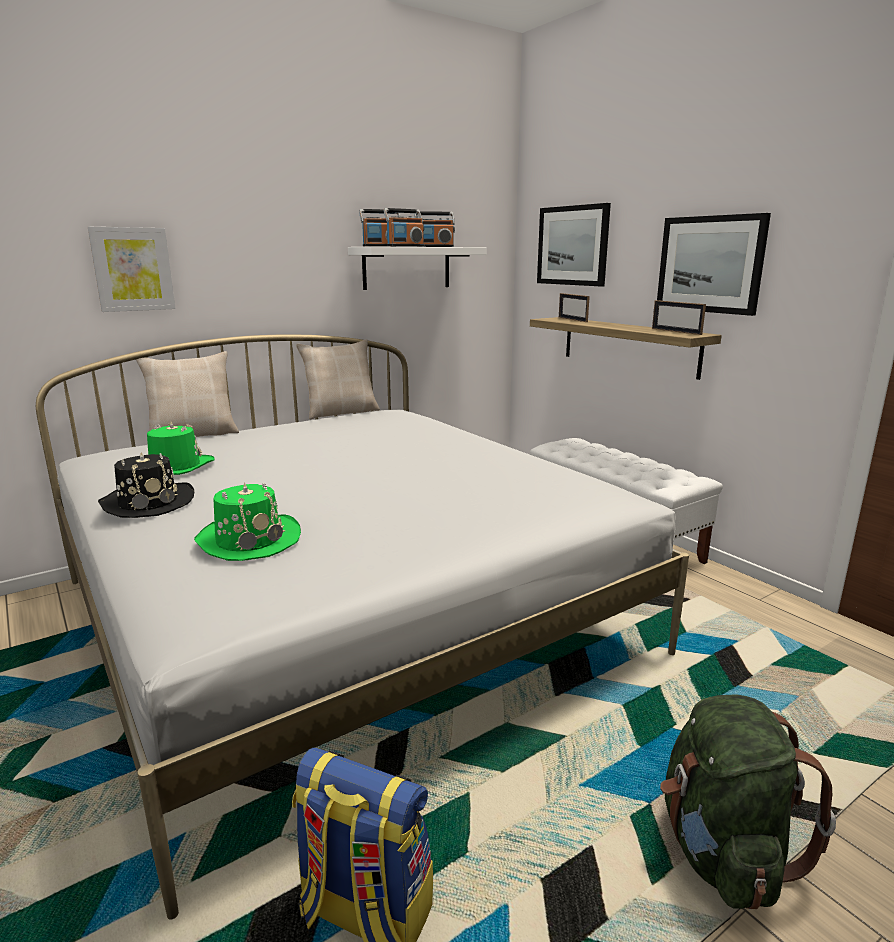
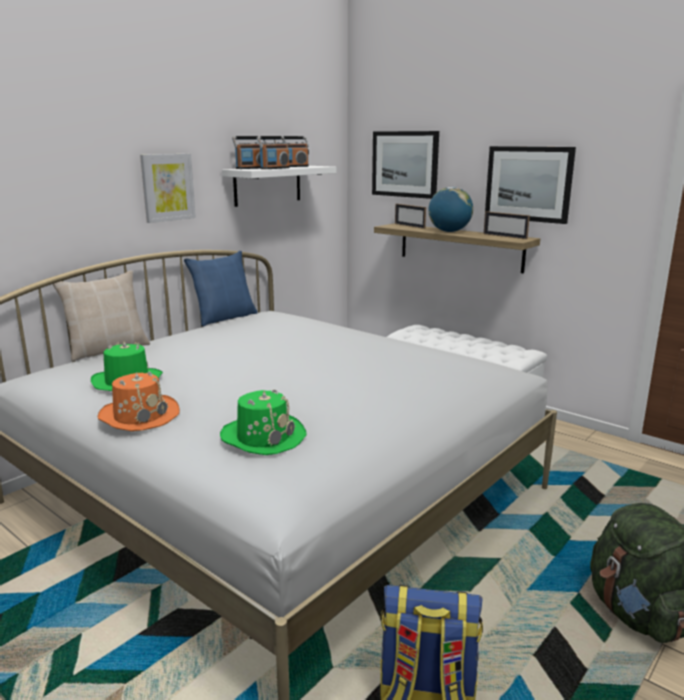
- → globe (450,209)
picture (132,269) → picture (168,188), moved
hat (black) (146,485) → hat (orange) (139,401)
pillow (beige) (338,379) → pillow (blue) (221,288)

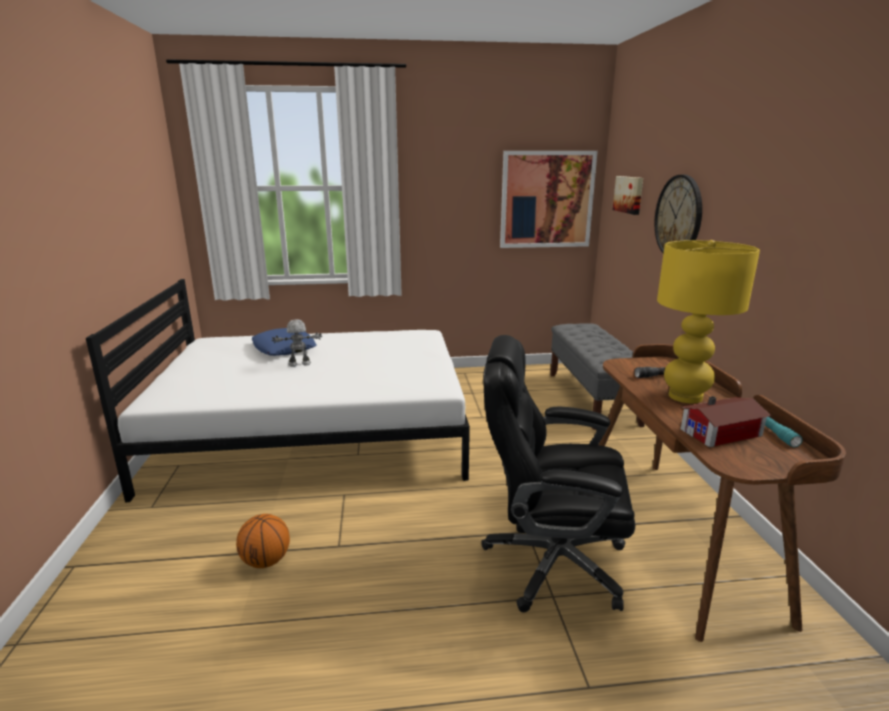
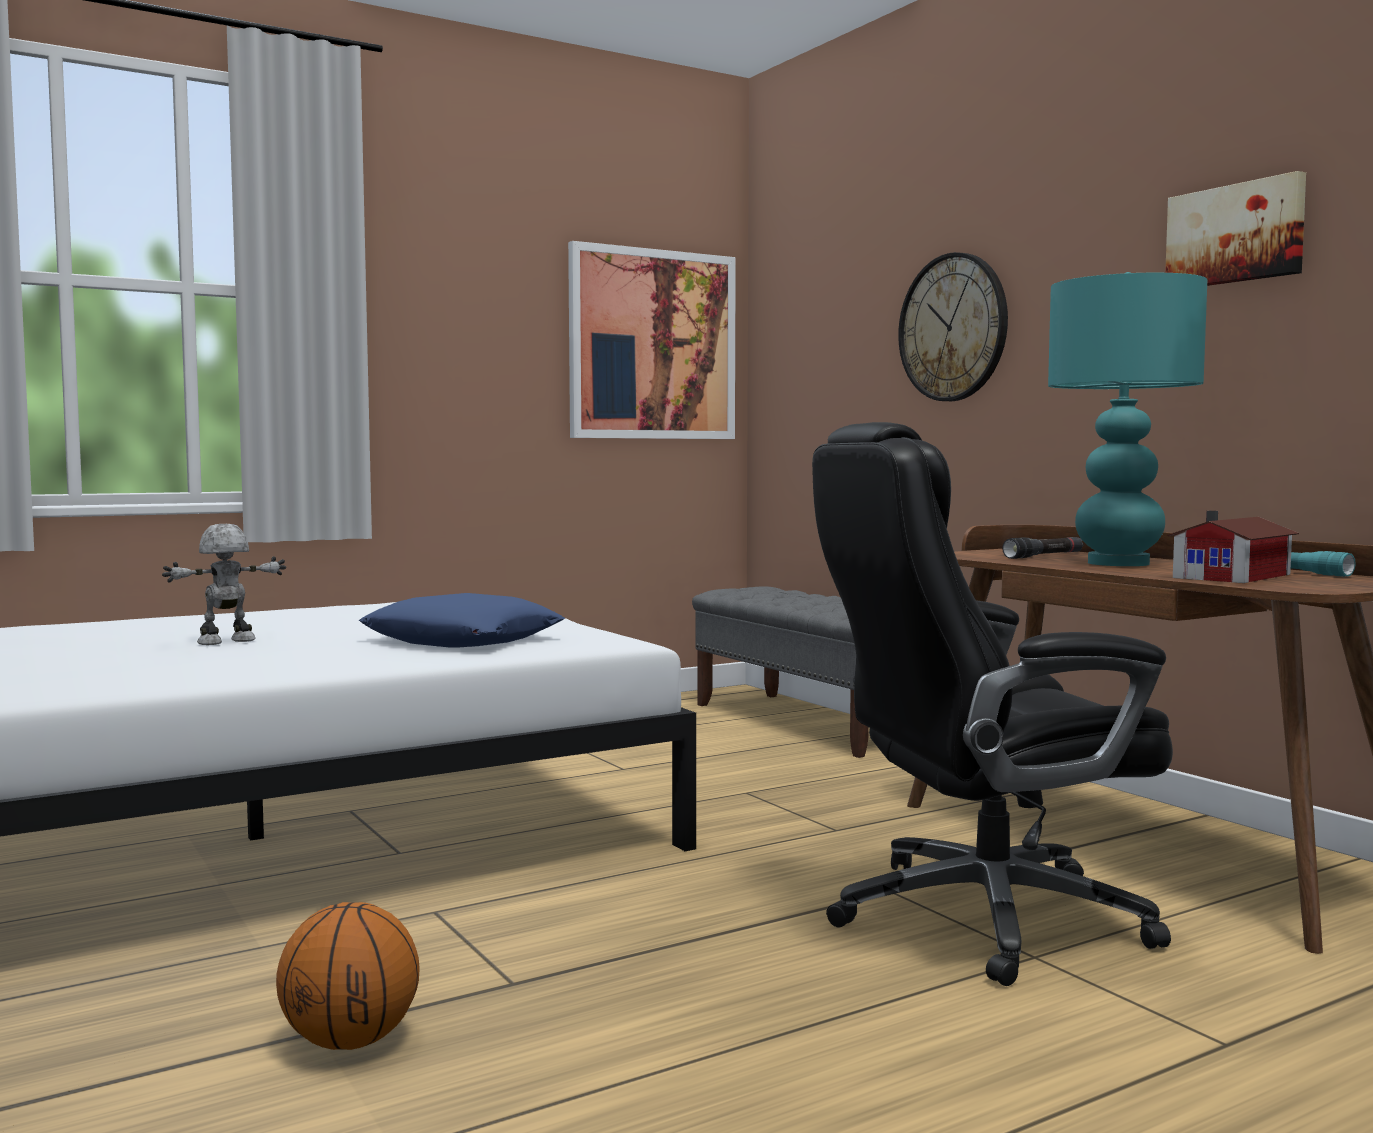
pillow (blue) (284,342) → pillow (blue) (462,620), moved
picture (628,195) → picture (1235,228), moved
table lamp (yellow) (708,321) → table lamp (turquoise) (1128,419)

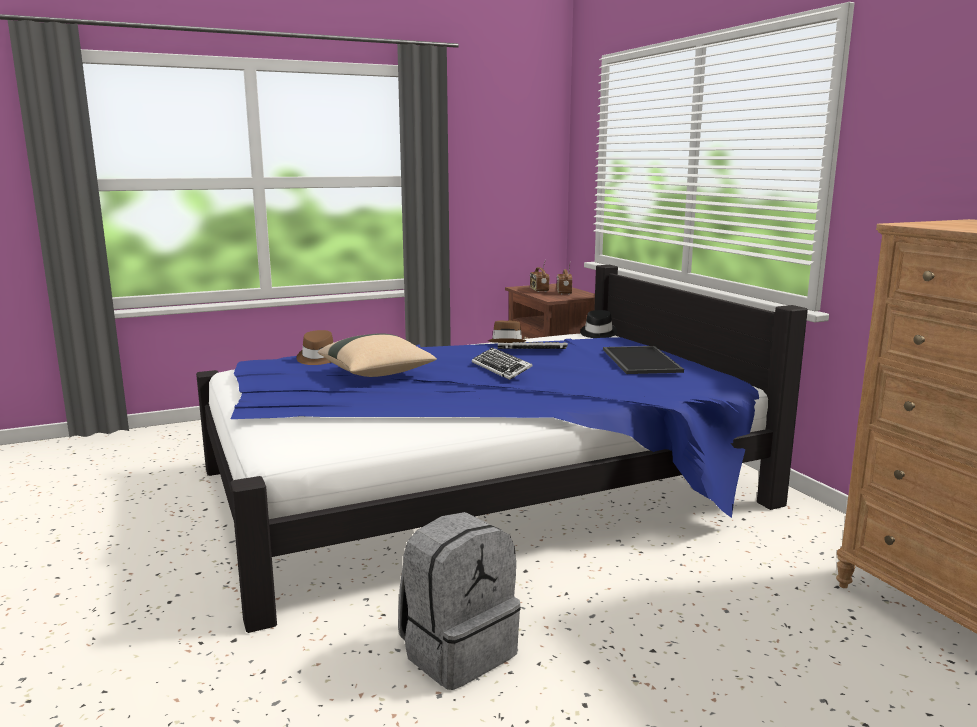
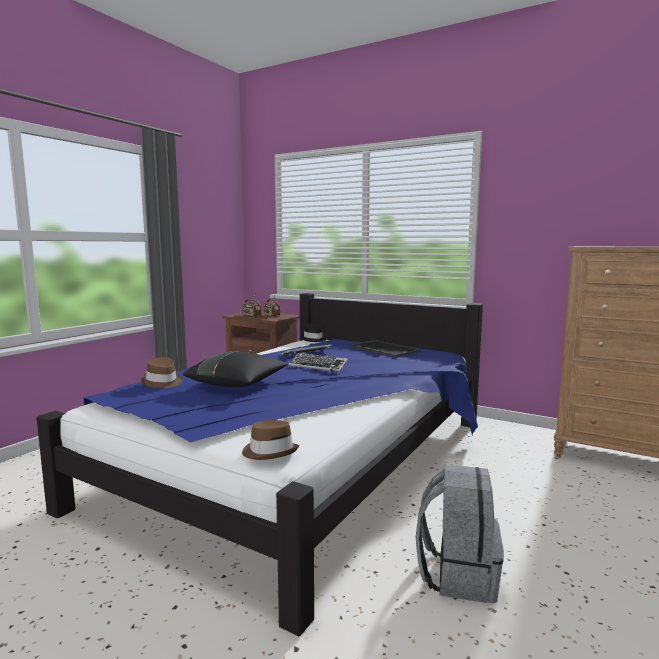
hat (brown) (507,331) → hat (brown) (270,440), moved
pillow (beige) (377,355) → pillow (black) (235,369)

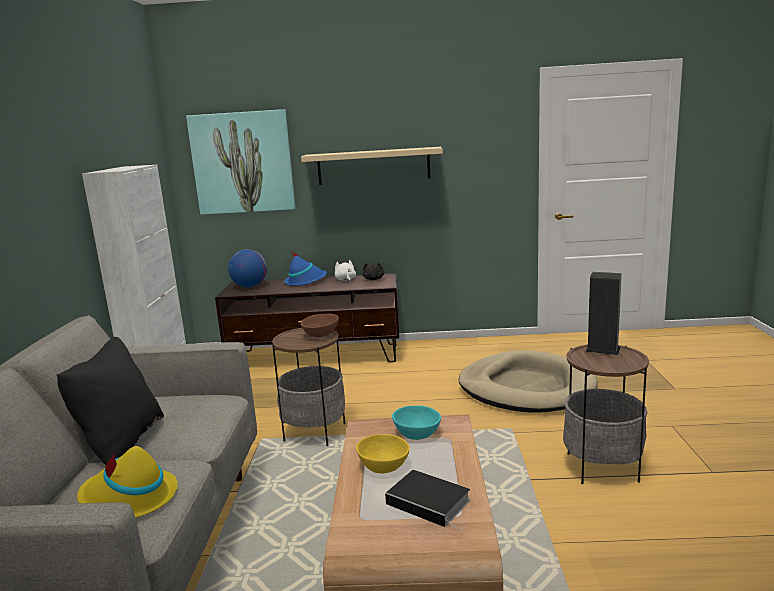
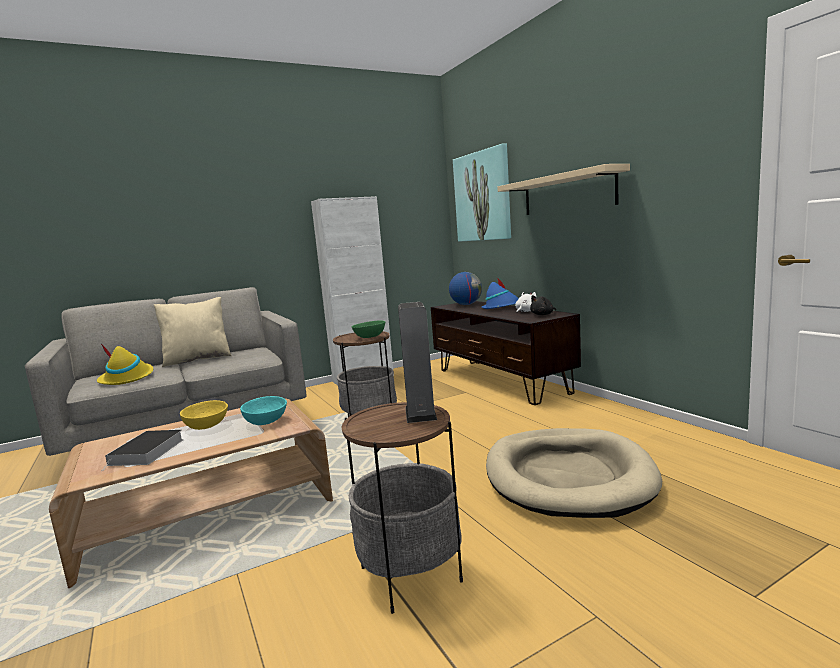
pillow (black) (110,401) → pillow (beige) (192,332)
bowl (brown) (320,325) → bowl (green) (368,329)

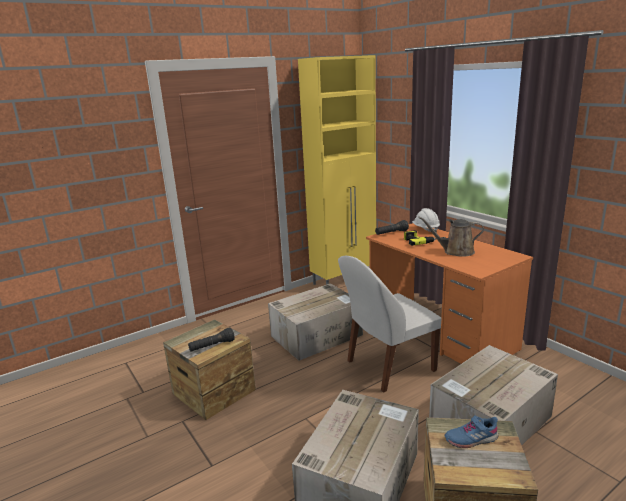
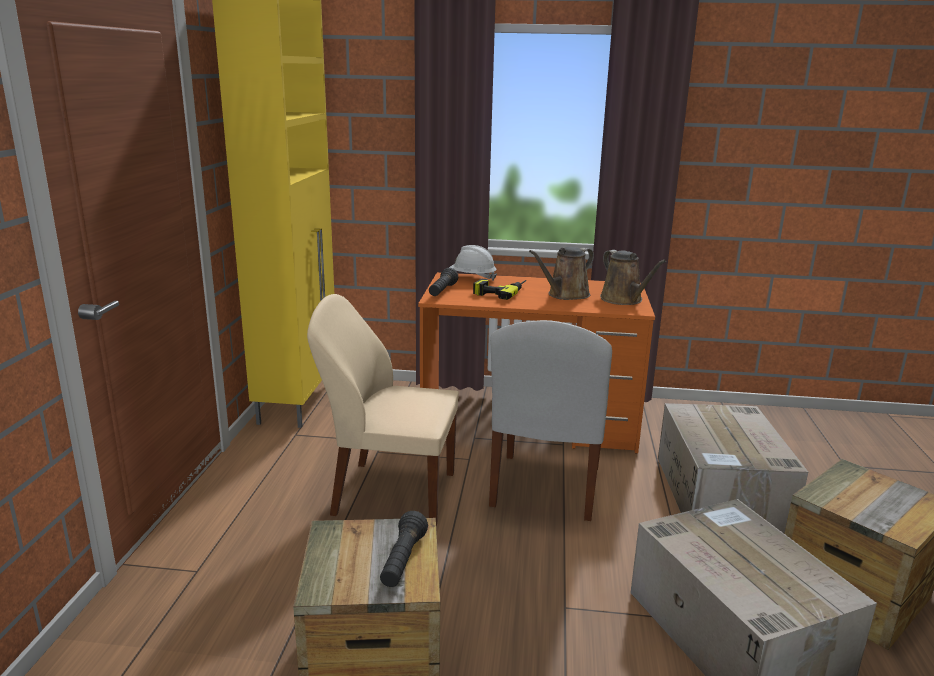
shoe (blue) (471,431) → -
- → watering can (brown) (633,277)
cardboard box (315,322) → chair (beige) (383,410)

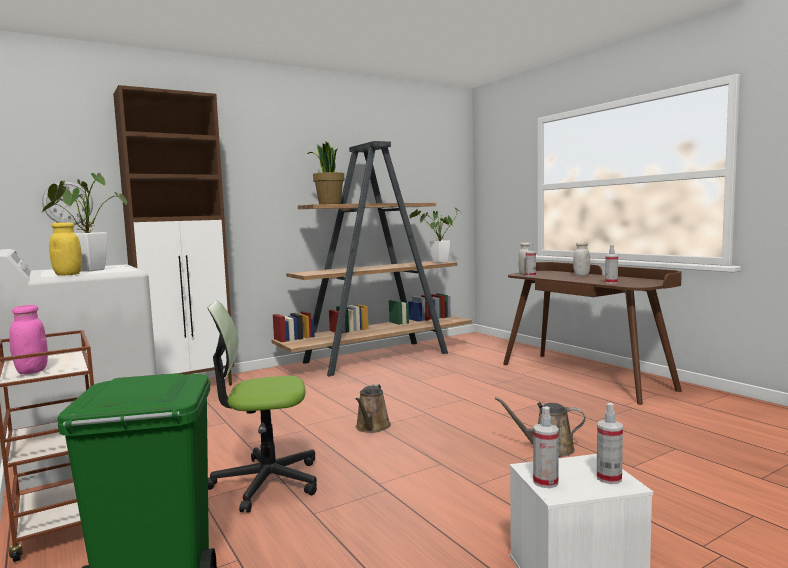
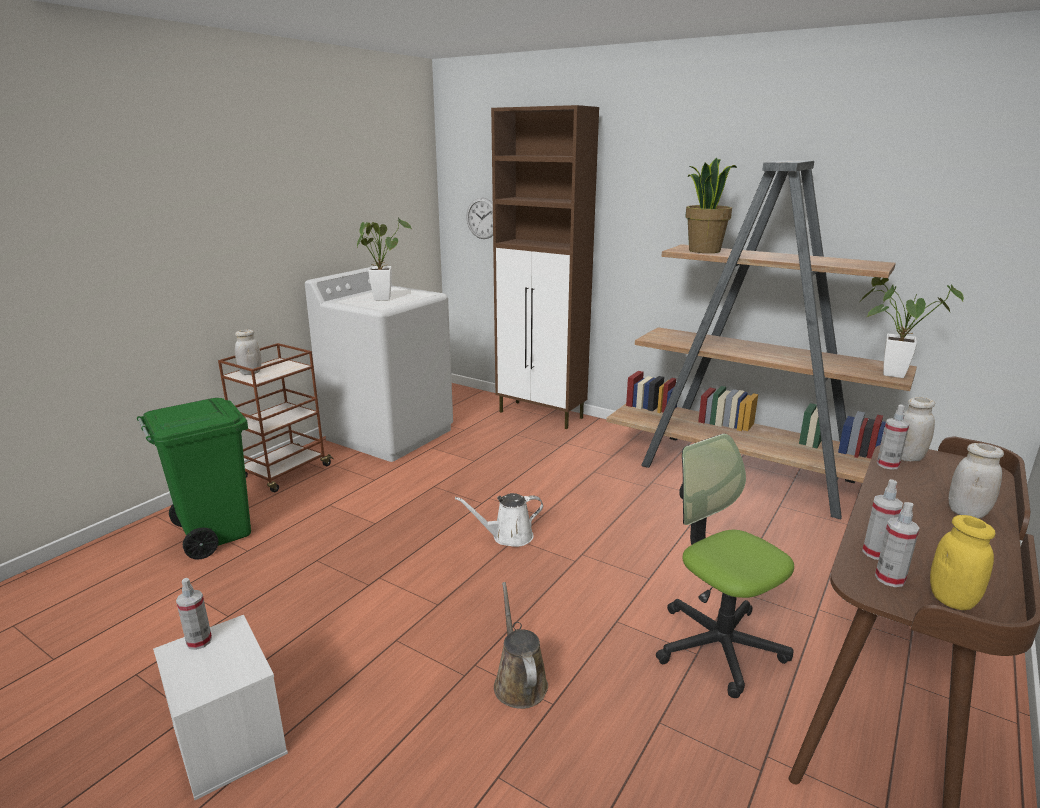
jar (yellow) (65,249) → jar (yellow) (962,562), moved
office chair (262,407) → office chair (725,565), moved
spray bottle (610,443) → spray bottle (897,544), moved
jar (pink) (28,339) → jar (white) (248,352)
watering can (brown) (373,408) → watering can (white) (499,520)

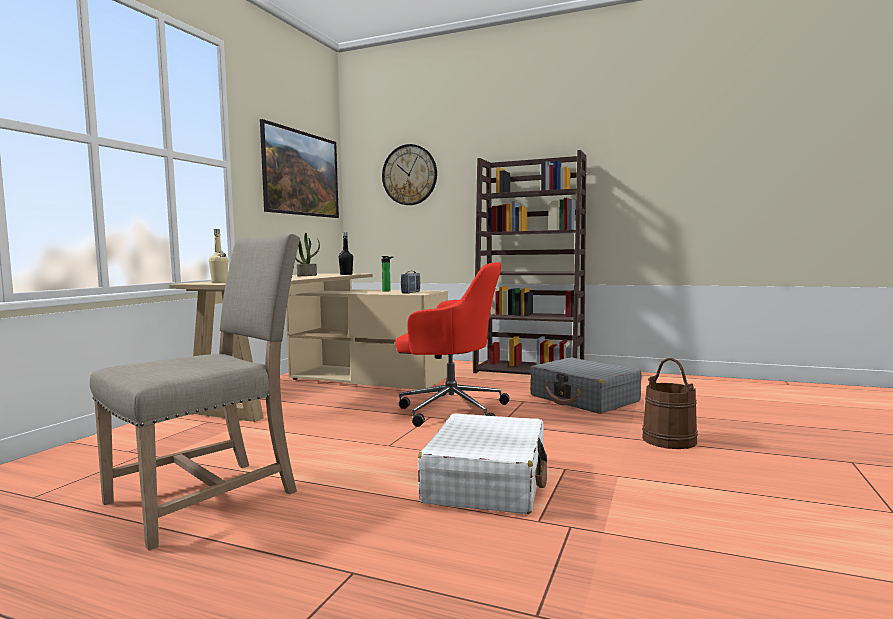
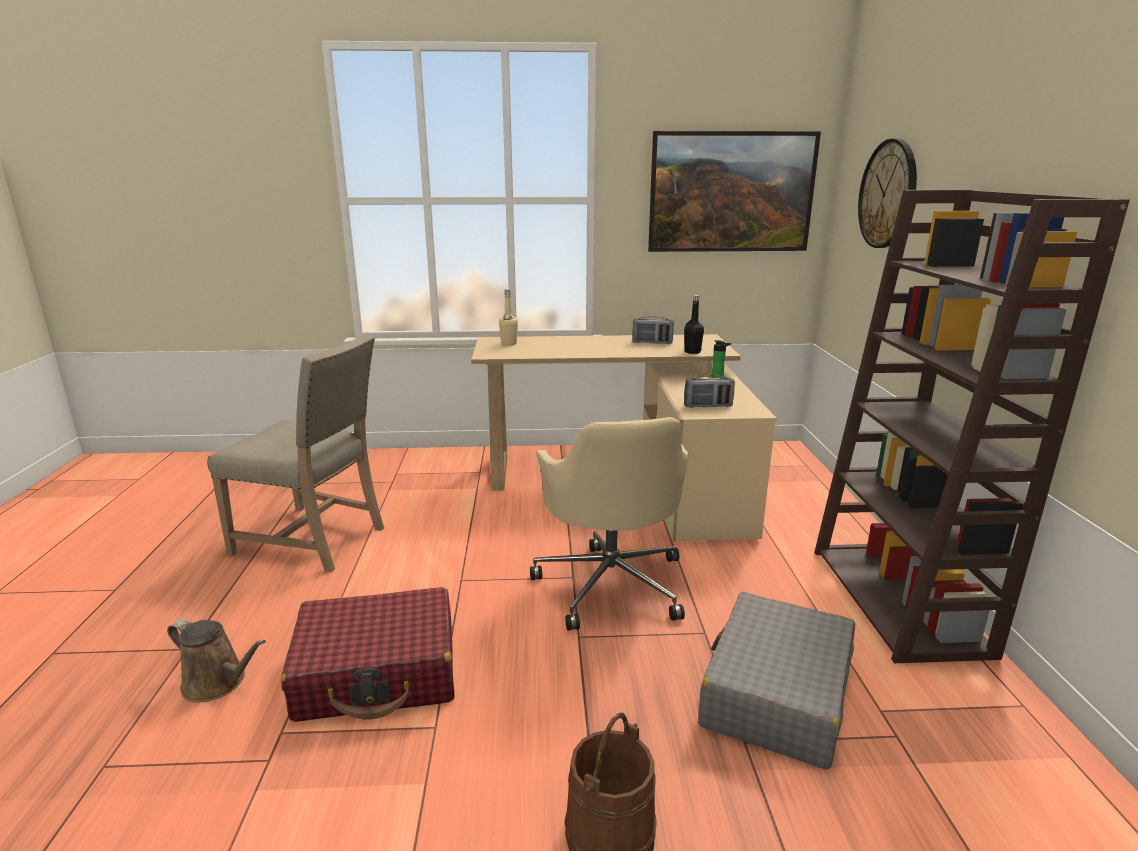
- → watering can (brown) (216,660)
potted plant (308,254) → radio (653,330)
office chair (red) (452,344) → office chair (beige) (609,524)
suitcase (white) (482,464) → suitcase (red) (368,654)

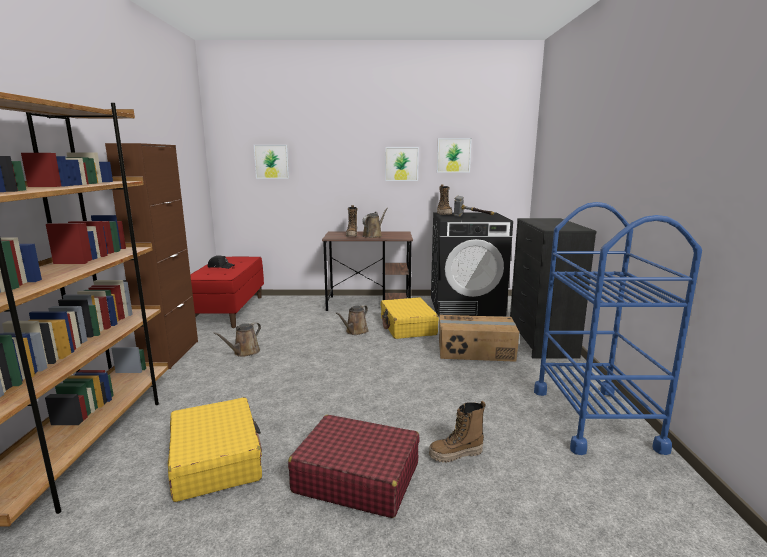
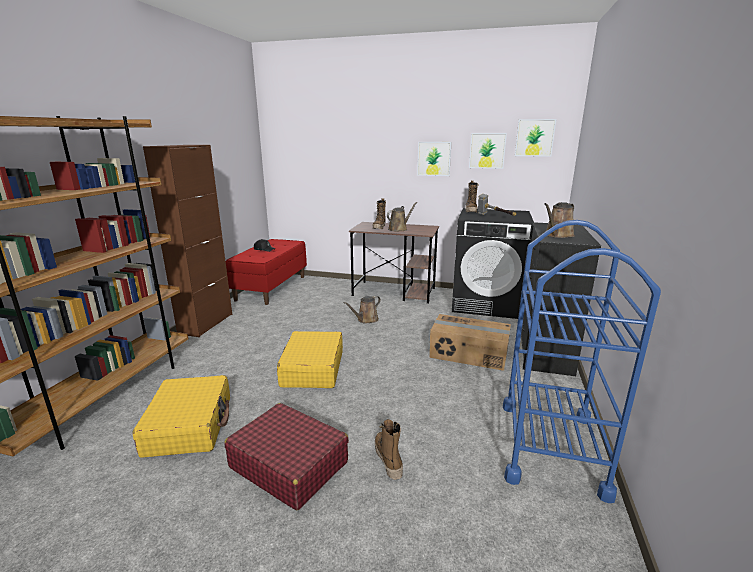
watering can (brown) (237,339) → watering can (brown) (559,220), moved
picture (271,162) → picture (535,138), moved
suitcase (yellow) (410,318) → suitcase (yellow) (310,359), moved
boot (457,432) → boot (389,449), 75 degrees clockwise

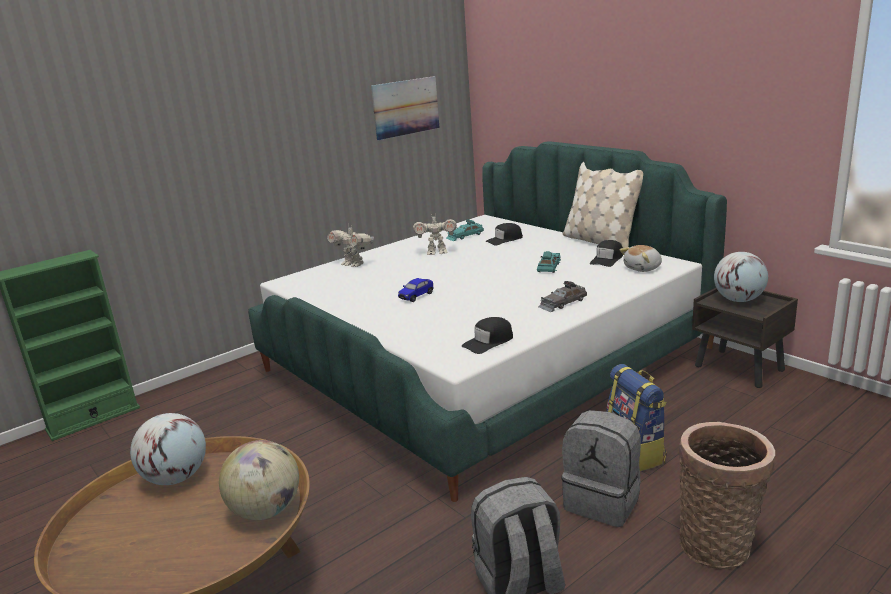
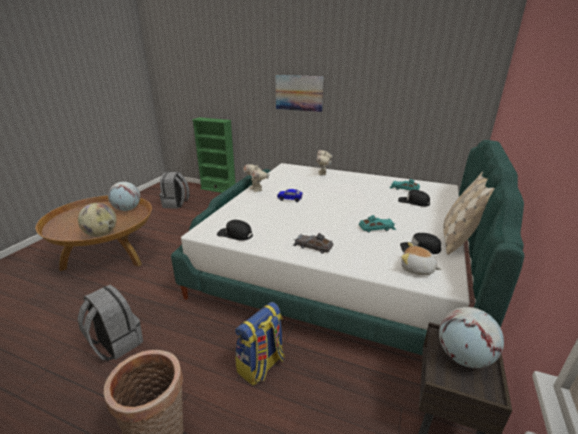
picture (405,108) → picture (299,93), moved
toy robot (435,233) → toy robot (256,177), moved
backpack (grey) (601,468) → backpack (grey) (174,190), moved

